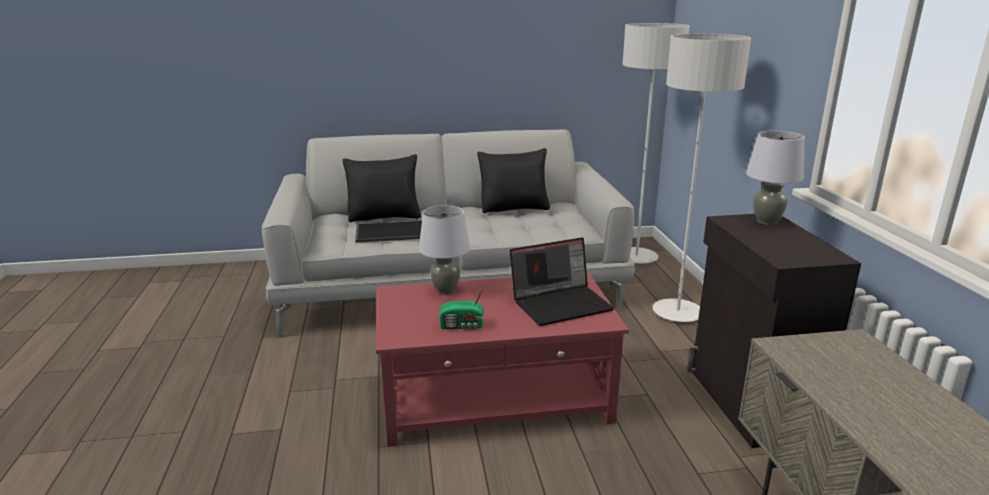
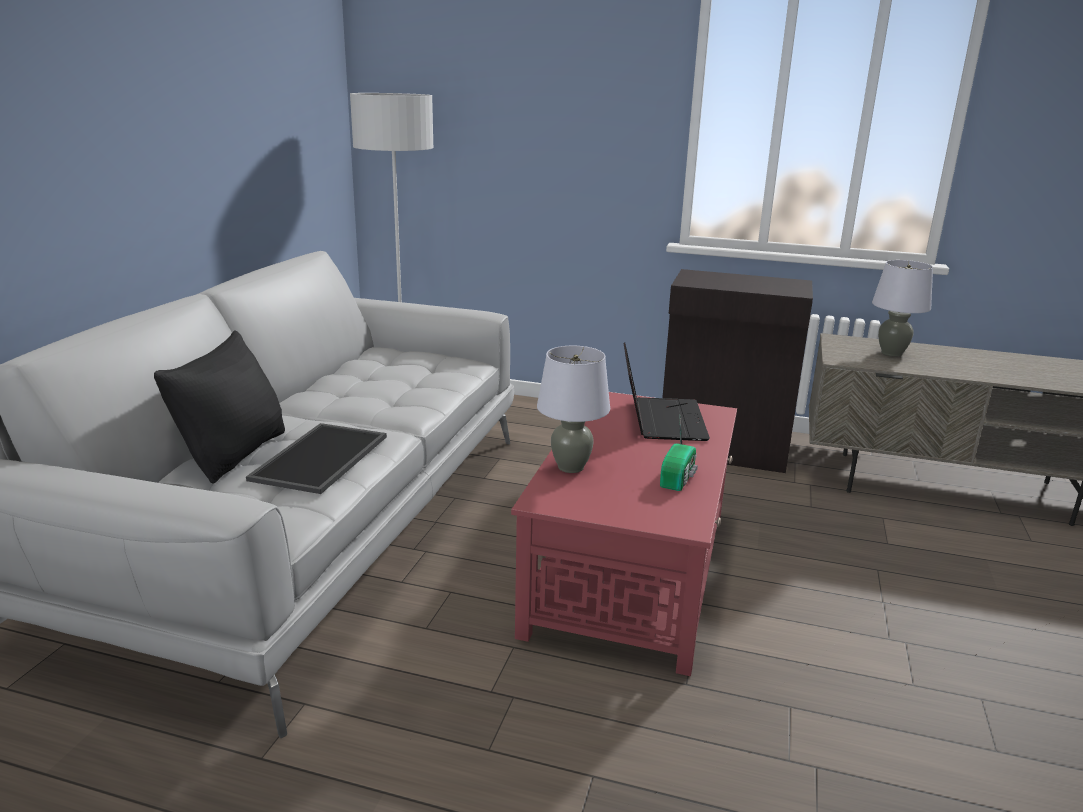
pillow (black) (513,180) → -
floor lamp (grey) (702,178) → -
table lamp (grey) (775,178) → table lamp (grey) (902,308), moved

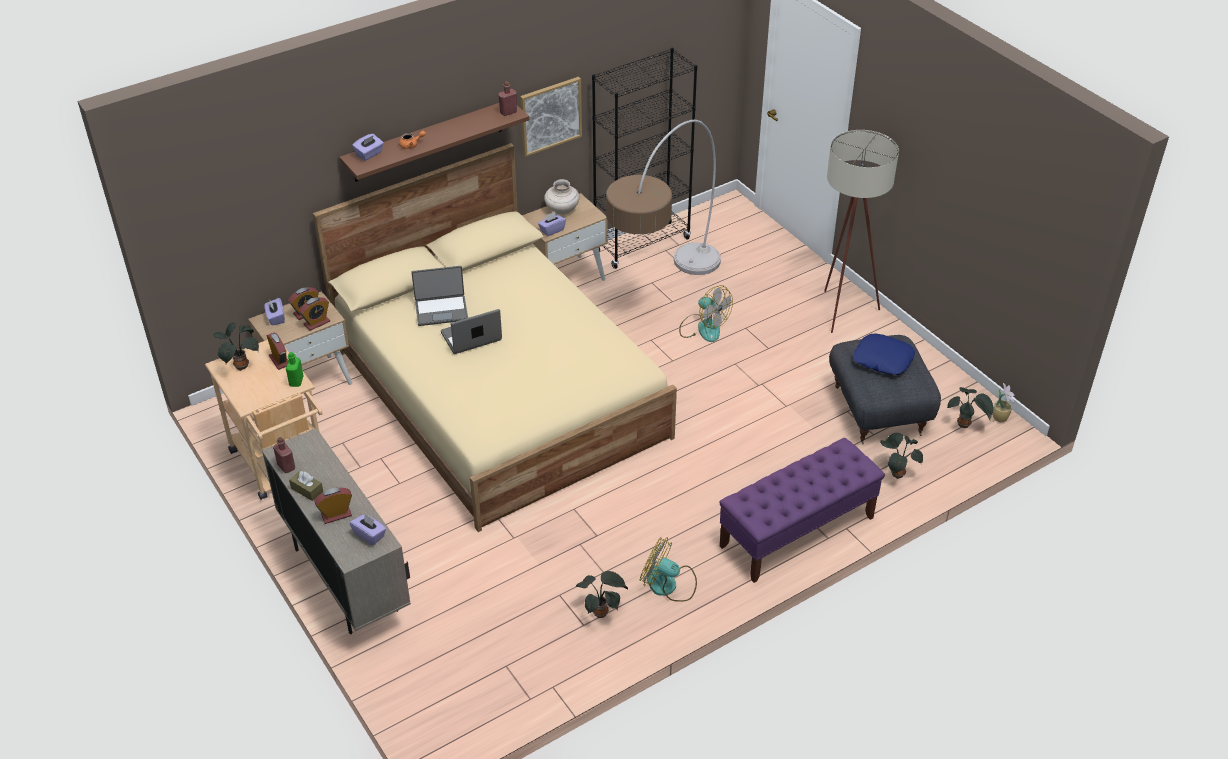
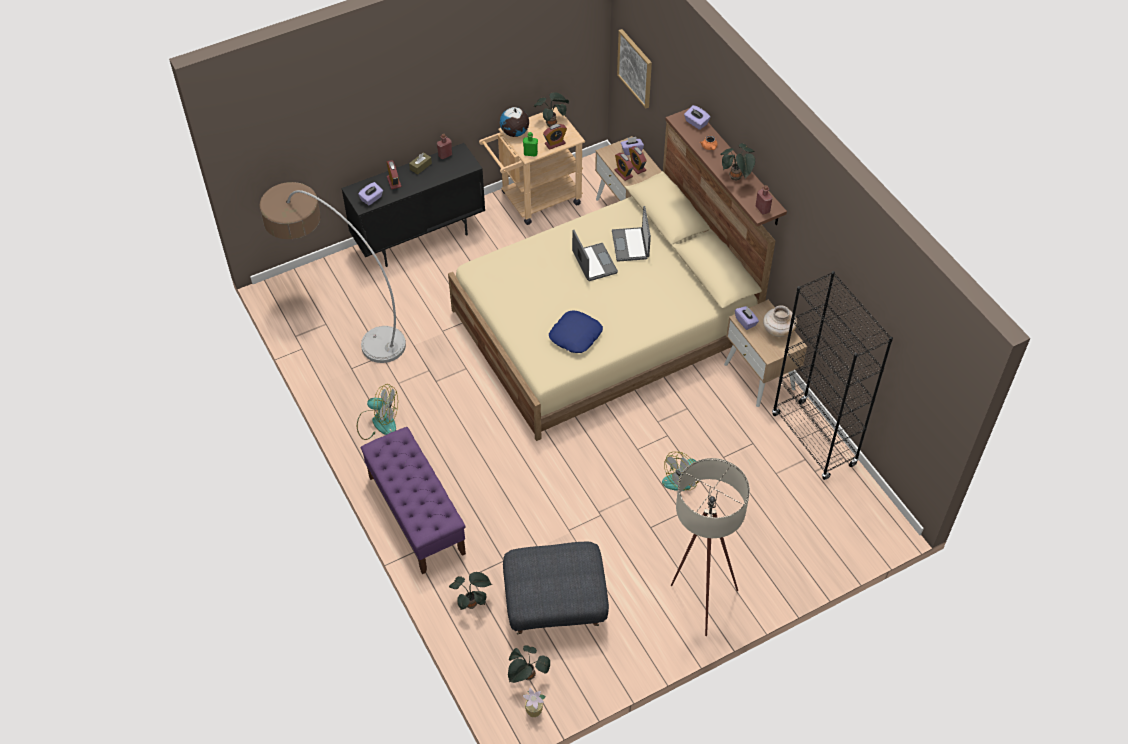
- → globe (514,122)
picture (551,117) → picture (634,69), moved
potted plant (602,594) → potted plant (737,162), moved
floor lamp (663,197) → floor lamp (332,272), moved
pillow (blue) (884,354) → pillow (blue) (576,331), moved
cabinet (beige) (336,531) → cabinet (black) (413,205)
fan (668,569) → fan (377,412), 75 degrees clockwise

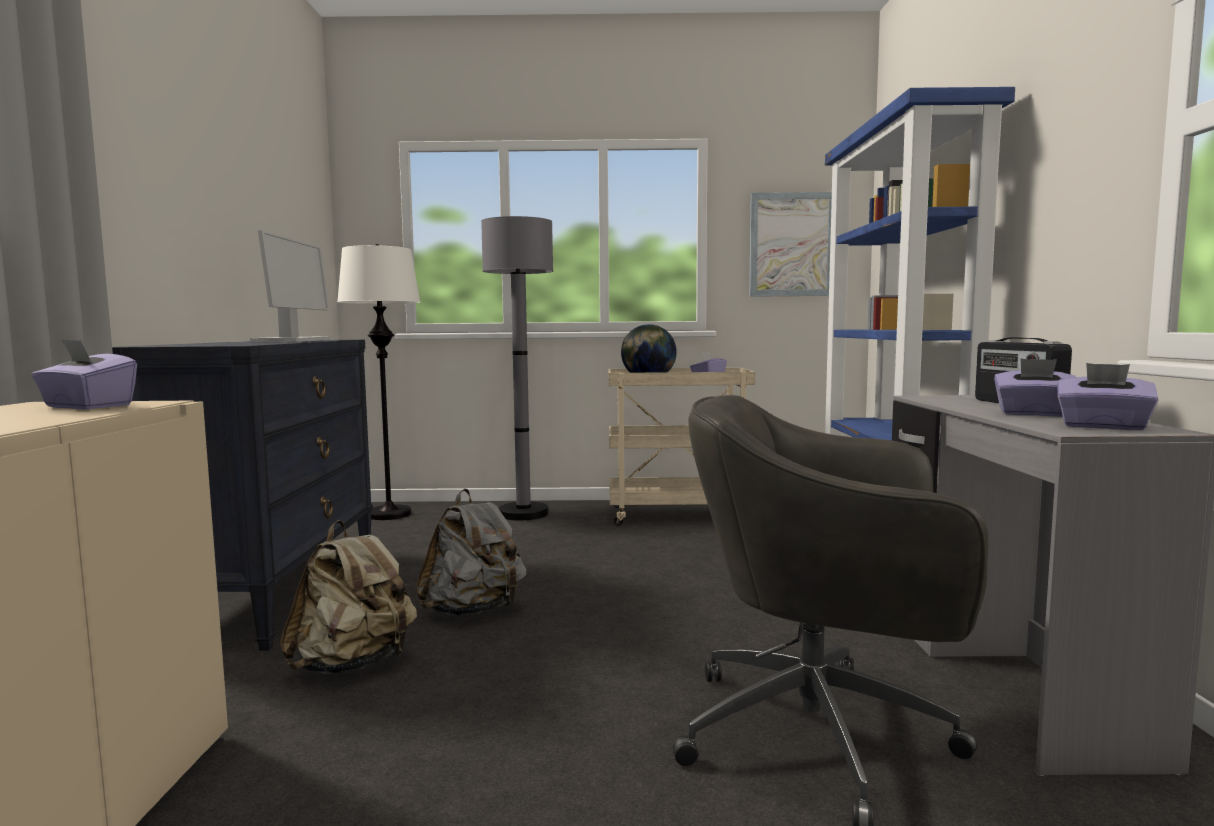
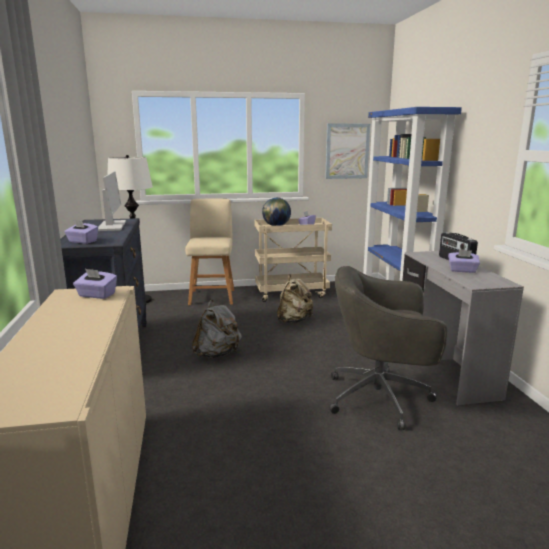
backpack (beige) (348,597) → backpack (beige) (295,298), moved
tissue box (purple) (1107,396) → tissue box (purple) (81,232), moved
floor lamp (grey) (517,368) → chair (beige) (209,252)

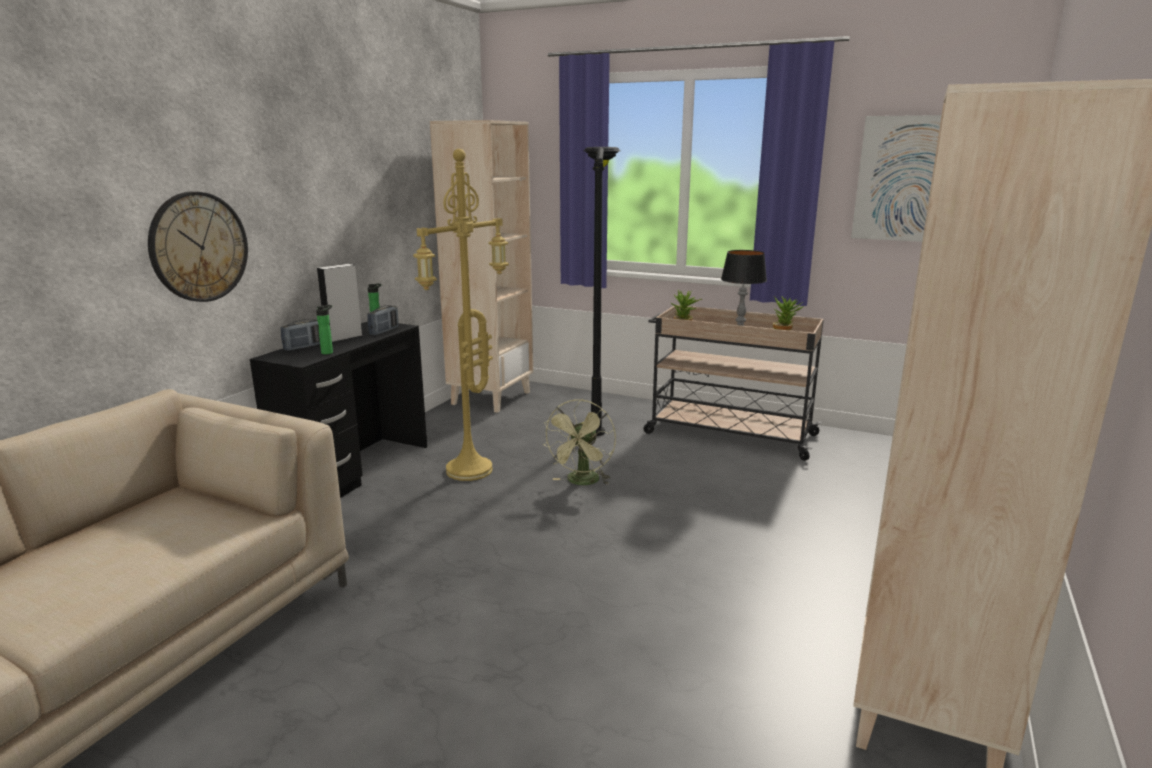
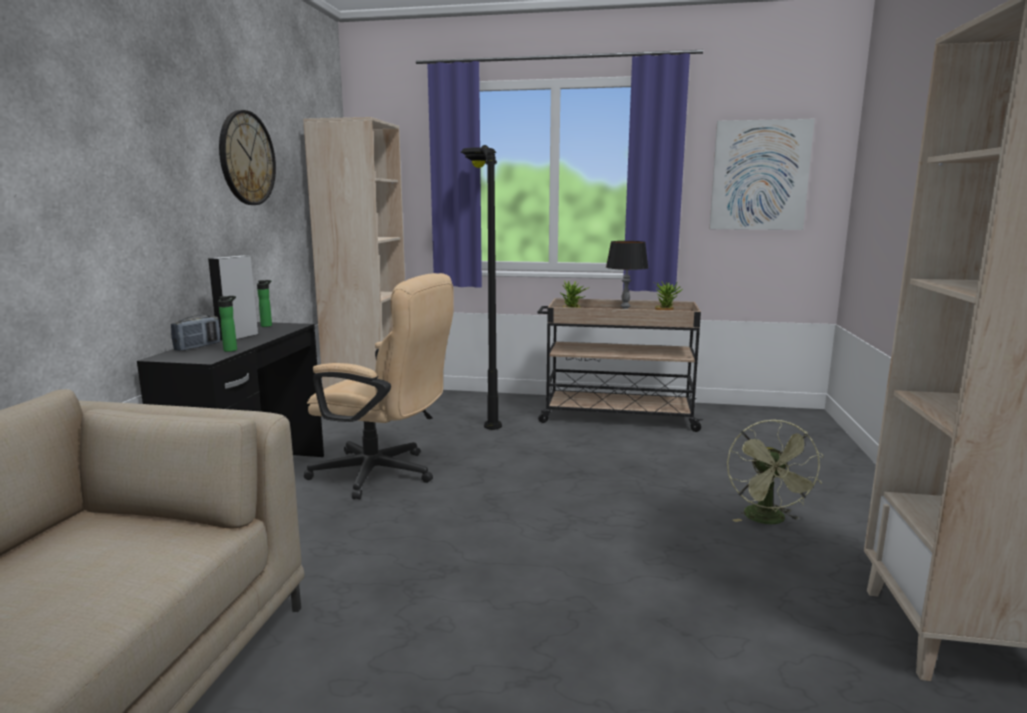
radio (383,320) → -
wall clock (198,247) → wall clock (247,157), moved
fan (green) (579,442) → fan (green) (775,472), moved
floor lamp (yellow) (461,315) → office chair (beige) (379,386)

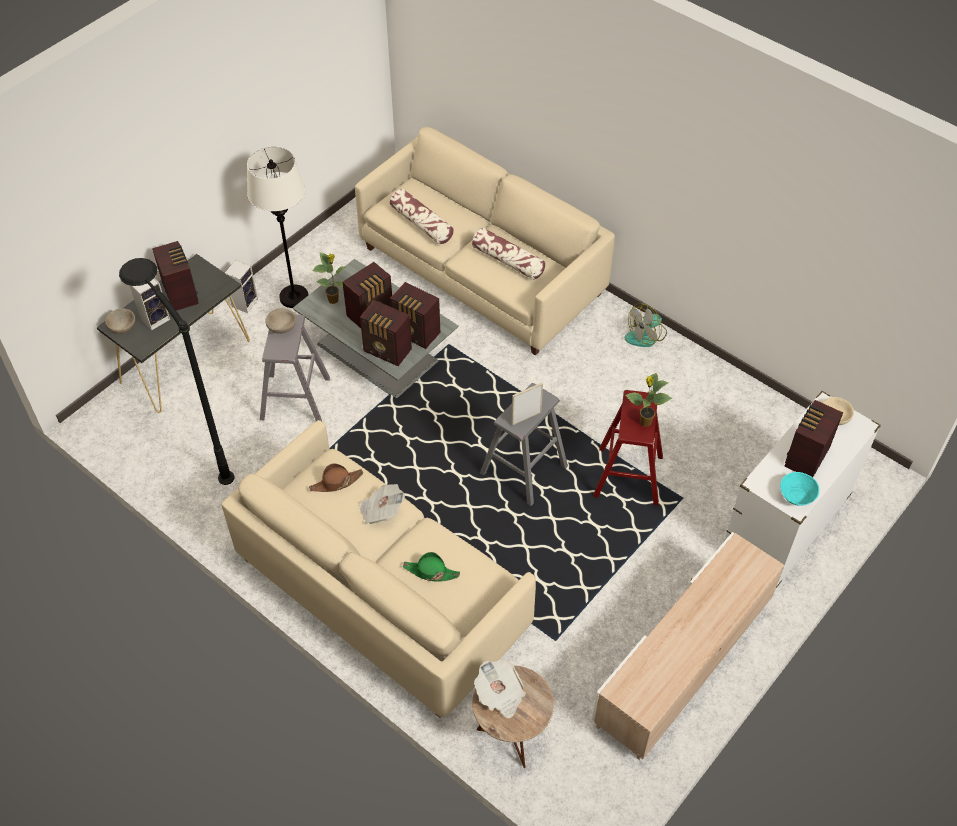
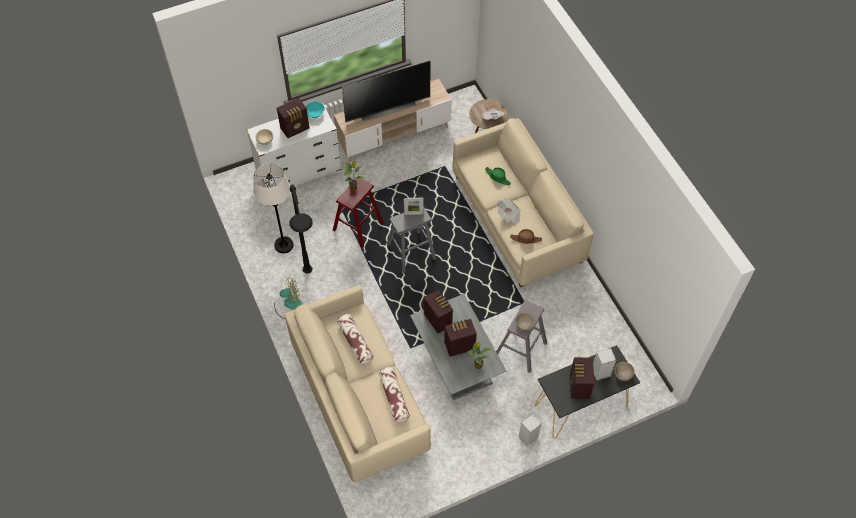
radio (386,333) → -
- → television (386,91)
floor lamp (black) (176,371) → floor lamp (black) (301,228), moved
floor lamp (white) (278,227) → floor lamp (white) (274,208), moved

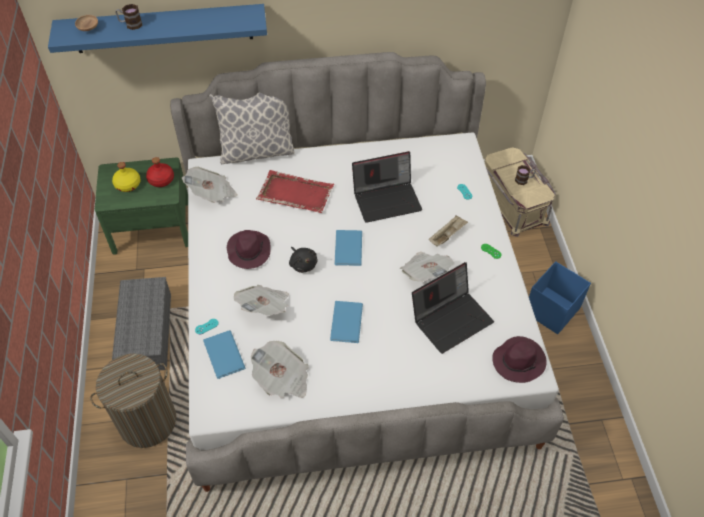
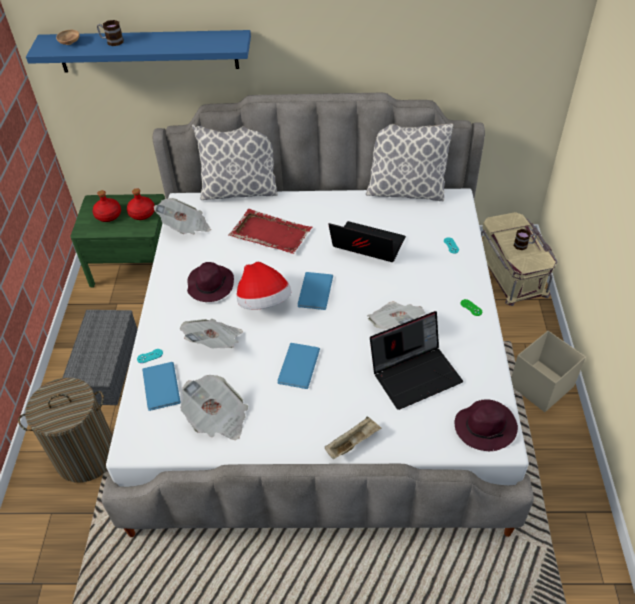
- → pillow (409,162)
tray (beige) (448,231) → tray (beige) (353,438), moved
plush toy (black) (303,260) → hat (264,286)
bottle (yellow) (126,177) → bottle (red) (107,206)
storage box (blue) (560,297) → storage box (beige) (548,371)
laptop (387,187) → laptop (367,241), 150 degrees counterclockwise

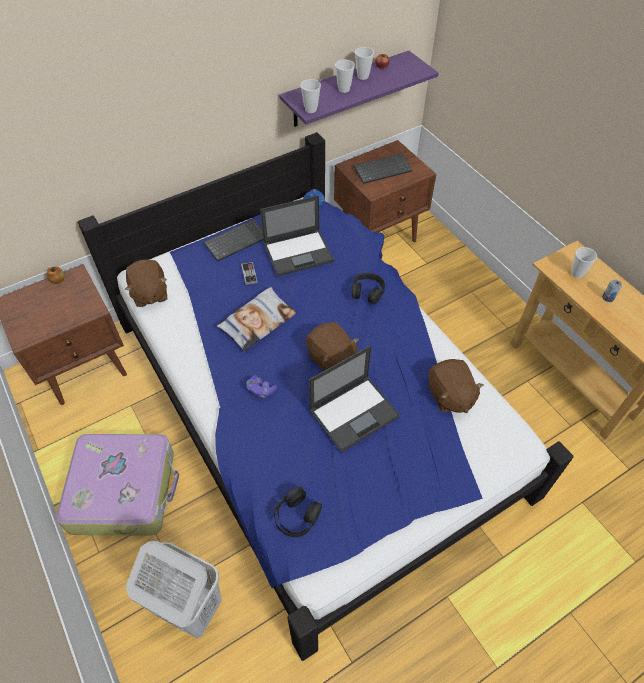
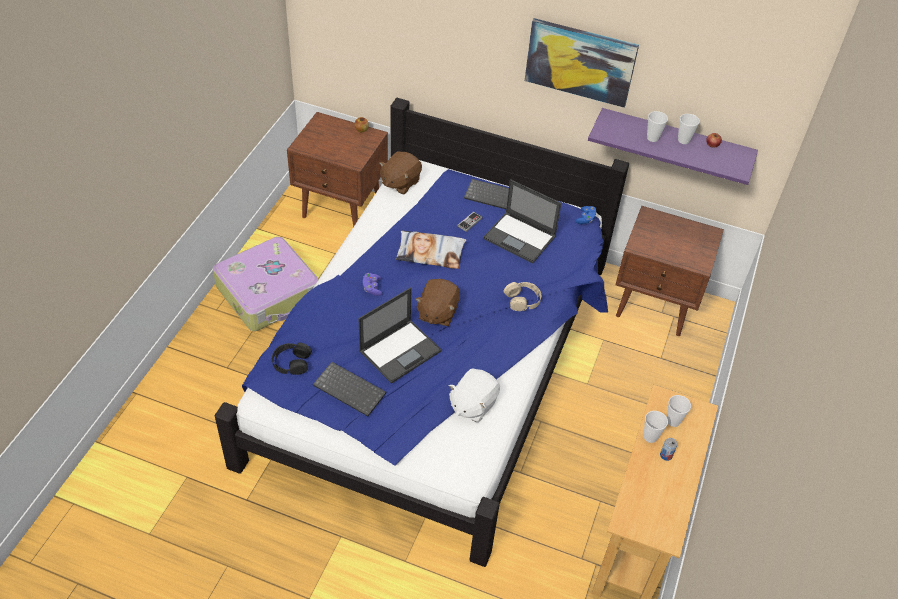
laundry basket (white) (174,589) → -
- → picture (582,63)
cup (310,96) → cup (656,427), moved
keyboard (383,169) → keyboard (349,389), moved
headphones (black) (368,289) → headphones (beige) (522,296)
plush toy (brown) (456,386) → plush toy (white) (474,395)
laptop (354,399) → laptop (400,335), 60 degrees counterclockwise

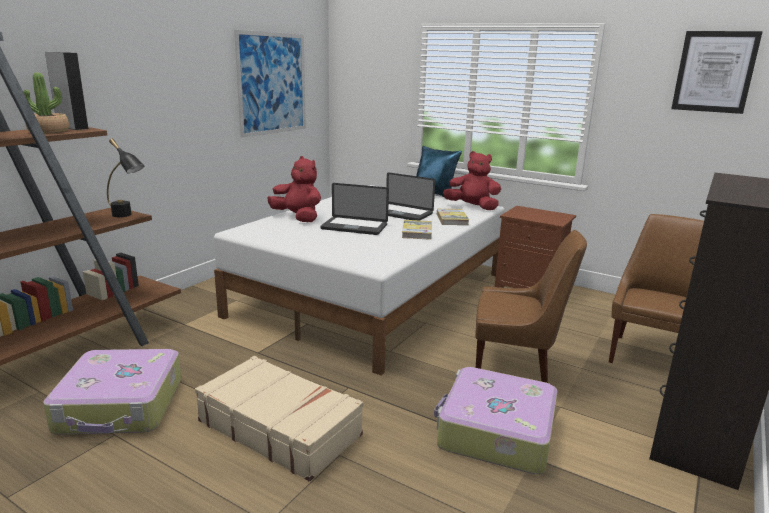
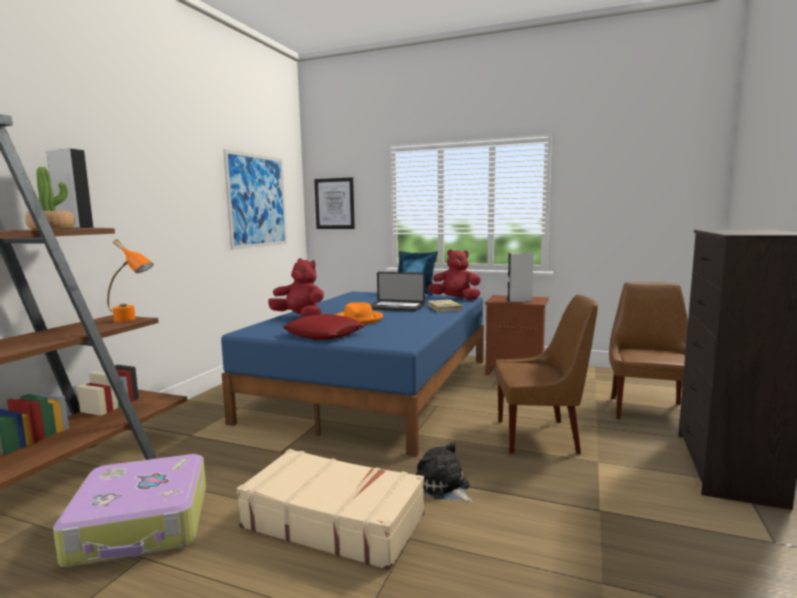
book (417,230) → -
suitcase (496,420) → -
- → pillow (red) (324,327)
- → plush toy (444,472)
- → speaker (grey) (521,277)
picture (717,72) → picture (334,203), moved
laptop (354,209) → hat (orange) (359,313)
table lamp (black) (126,178) → table lamp (orange) (130,280)
bed (white) (359,280) → bed (blue) (352,374)

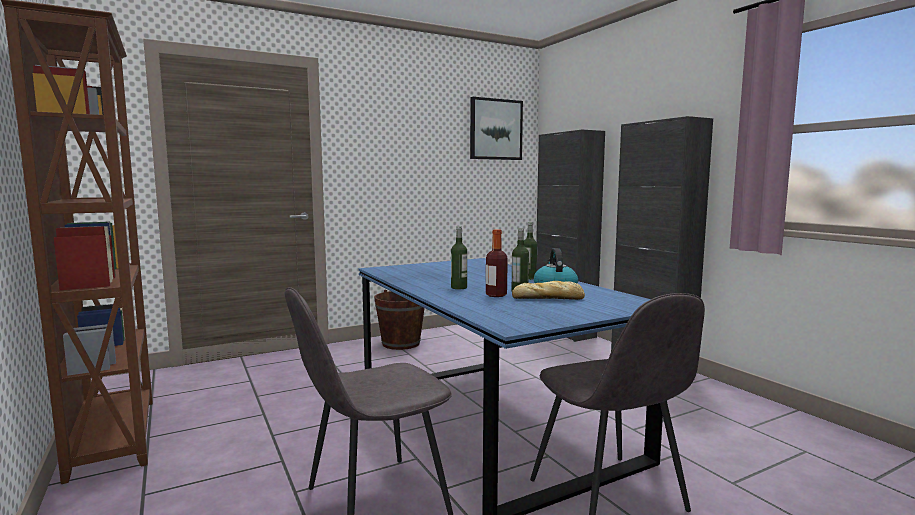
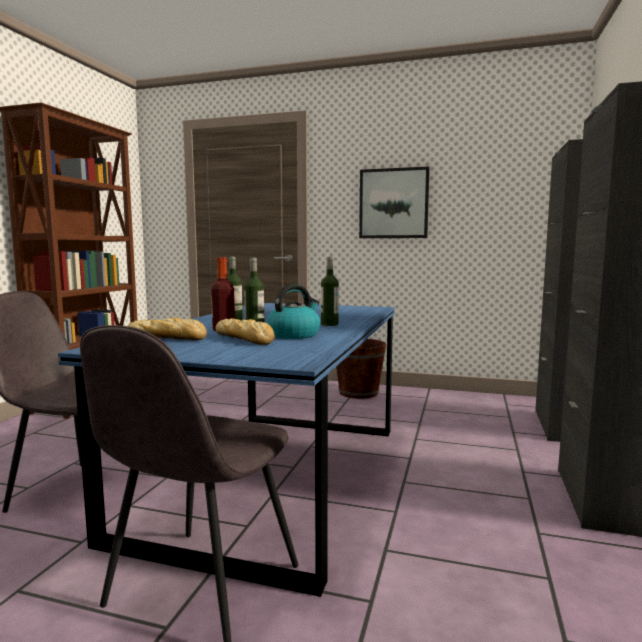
- → bread (167,329)
picture (496,128) → picture (394,202), moved

